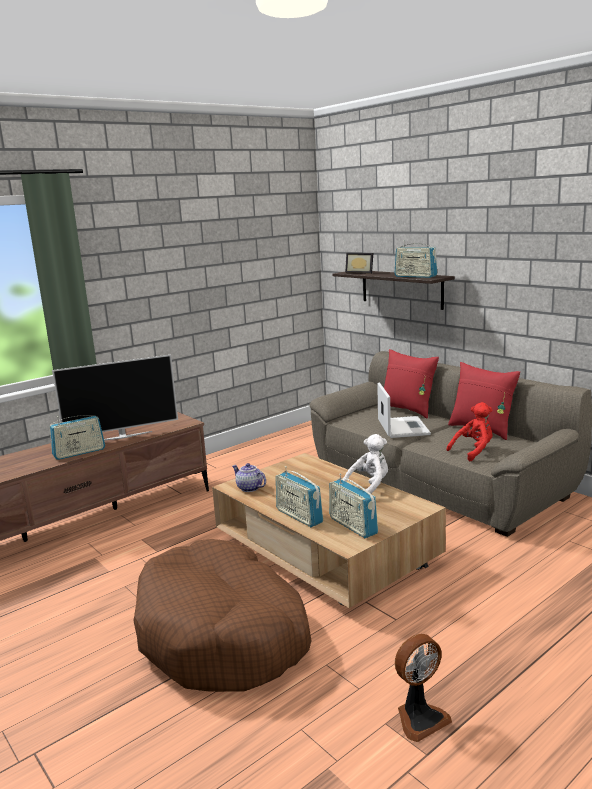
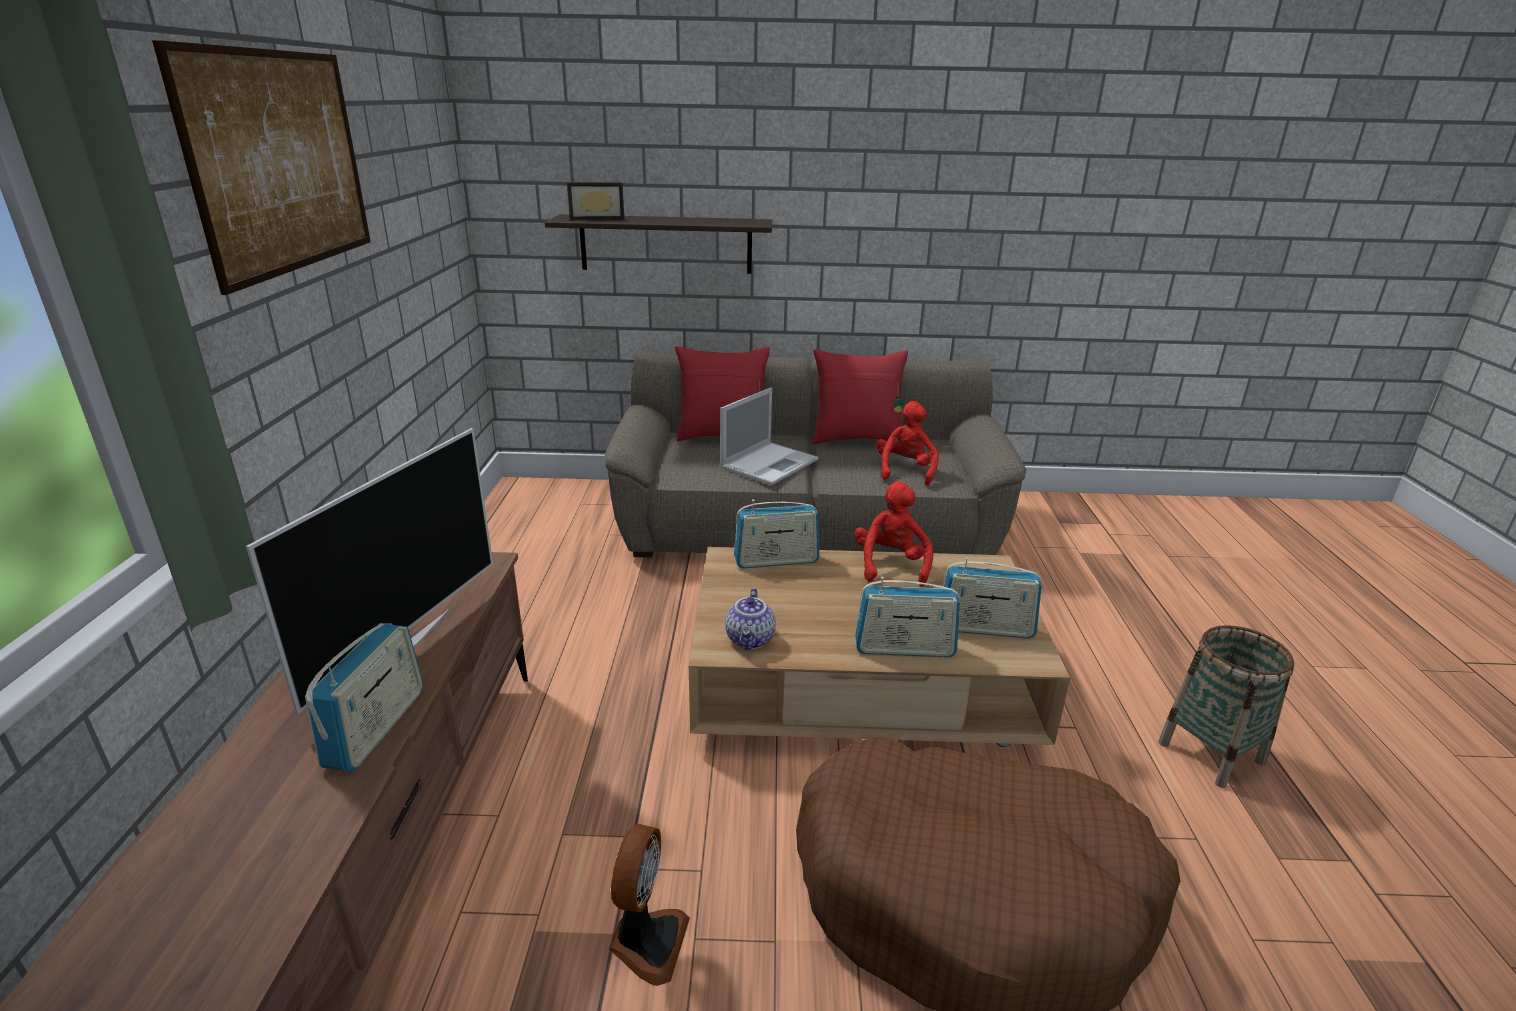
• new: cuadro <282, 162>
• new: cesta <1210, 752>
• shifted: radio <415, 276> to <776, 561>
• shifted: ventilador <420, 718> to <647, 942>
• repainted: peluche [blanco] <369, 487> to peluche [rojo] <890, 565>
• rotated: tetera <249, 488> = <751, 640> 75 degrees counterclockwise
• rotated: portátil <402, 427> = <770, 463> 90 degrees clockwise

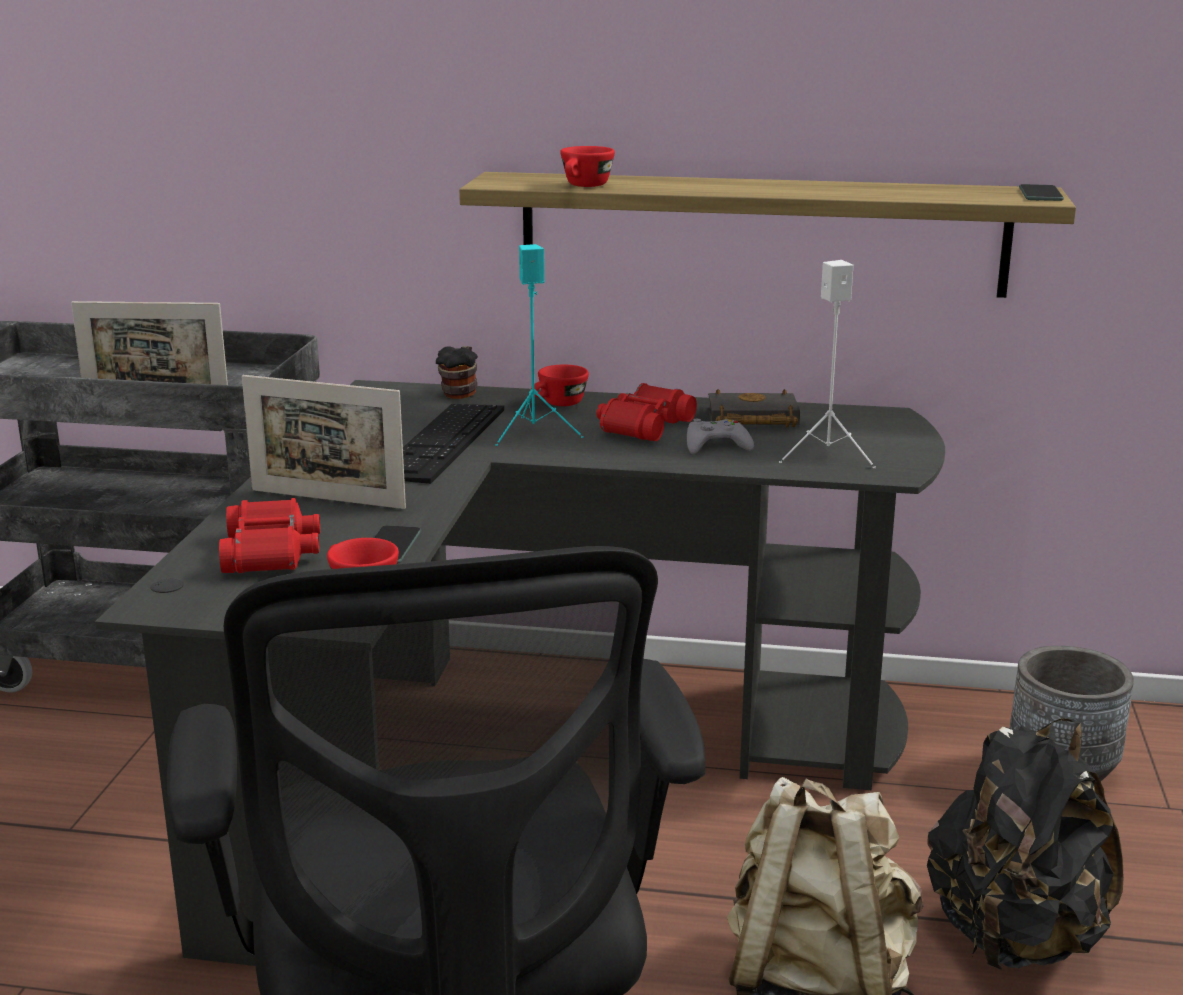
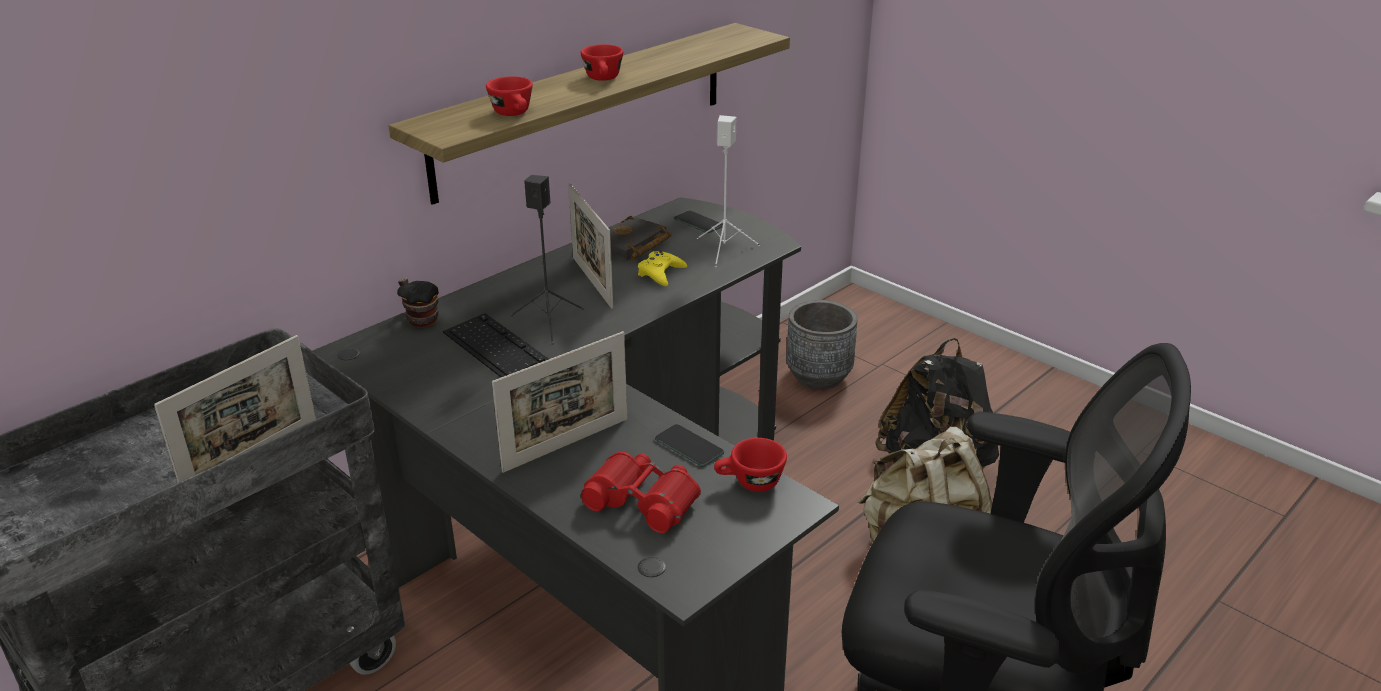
• shifted: taza [rojo] <558, 404> to <604, 79>
• shifted: móvil <1040, 194> to <698, 223>
• swapped: prismáticos [rojo] <642, 426> to portarretratos <592, 282>
• repainted: altavoz [turquesa] <535, 433> to altavoz [negro] <549, 322>
• repainted: mando de consola [gris] <716, 445> to mando de consola [amarillo] <661, 273>

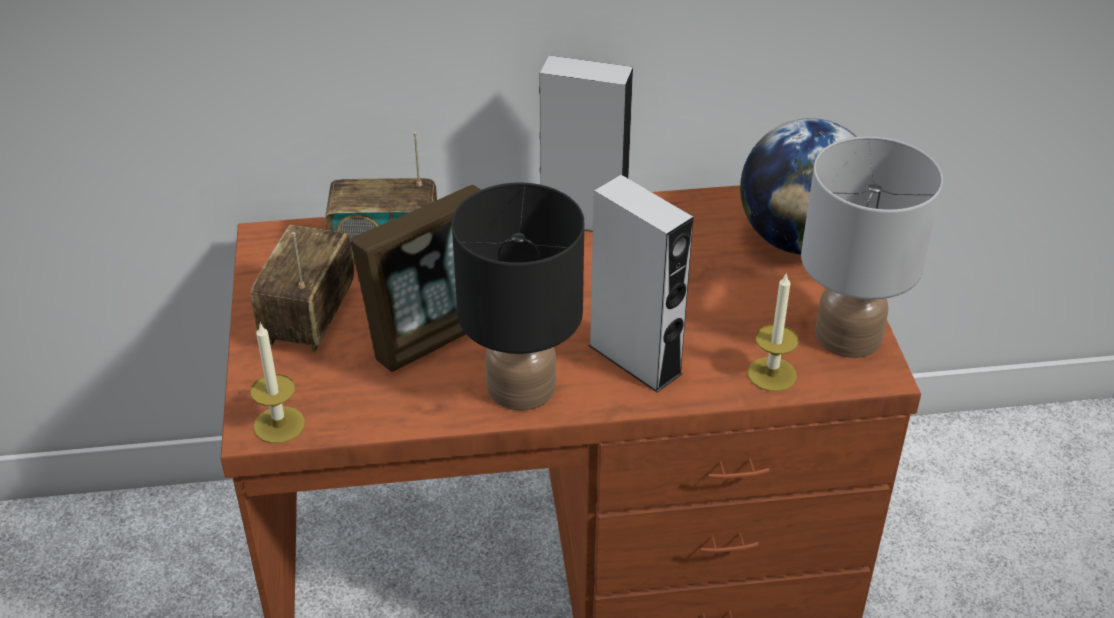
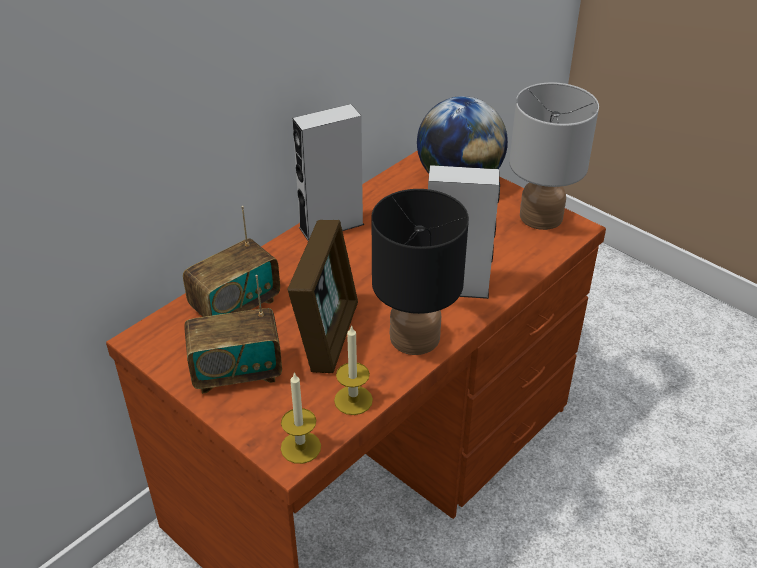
• shifted: vela <772, 374> to <353, 400>
• rotated: radio <310, 319> = <237, 373> 75 degrees counterclockwise

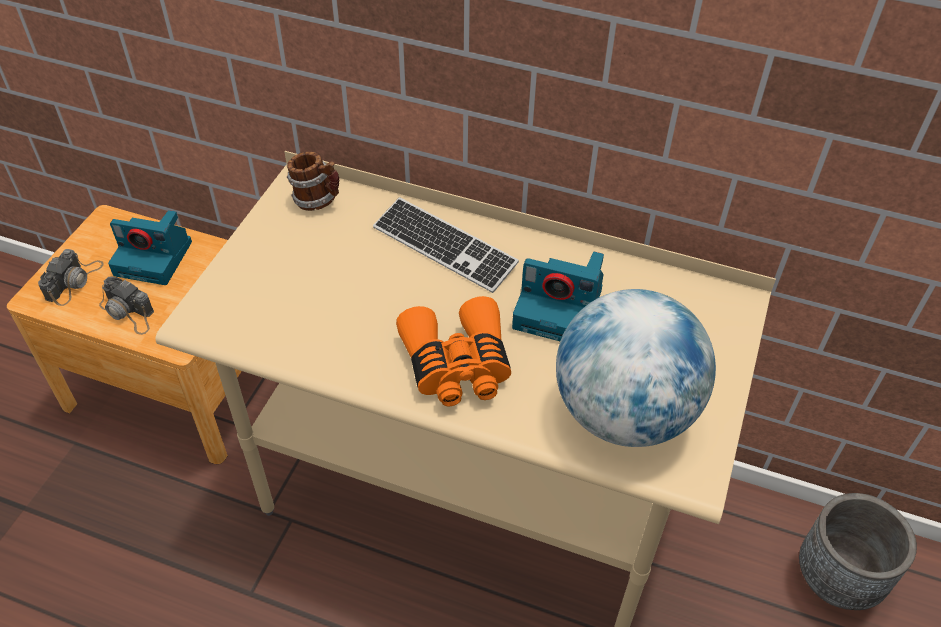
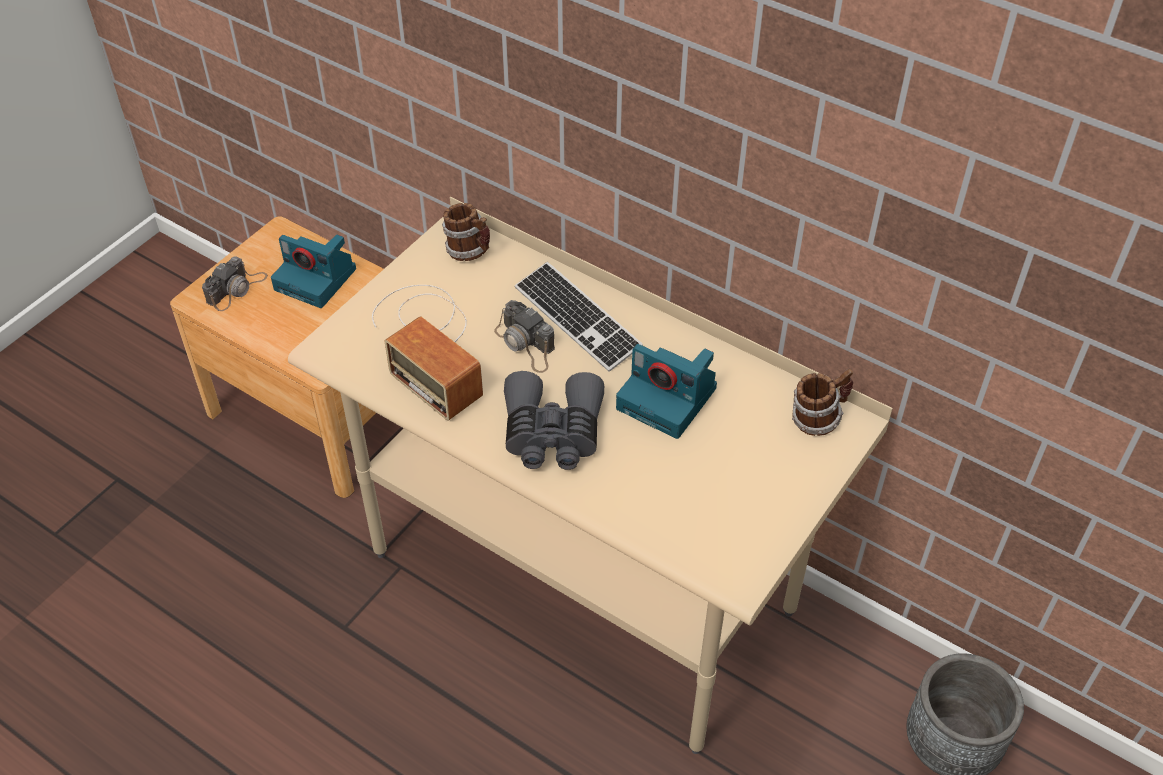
• gone: globo terráqueo <624, 413>
• new: radio <430, 345>
• new: taza grande <817, 419>
• shifted: cámara <128, 312> to <526, 344>
• repainted: prismáticos [naranja] <457, 365> to prismáticos [gris] <552, 434>

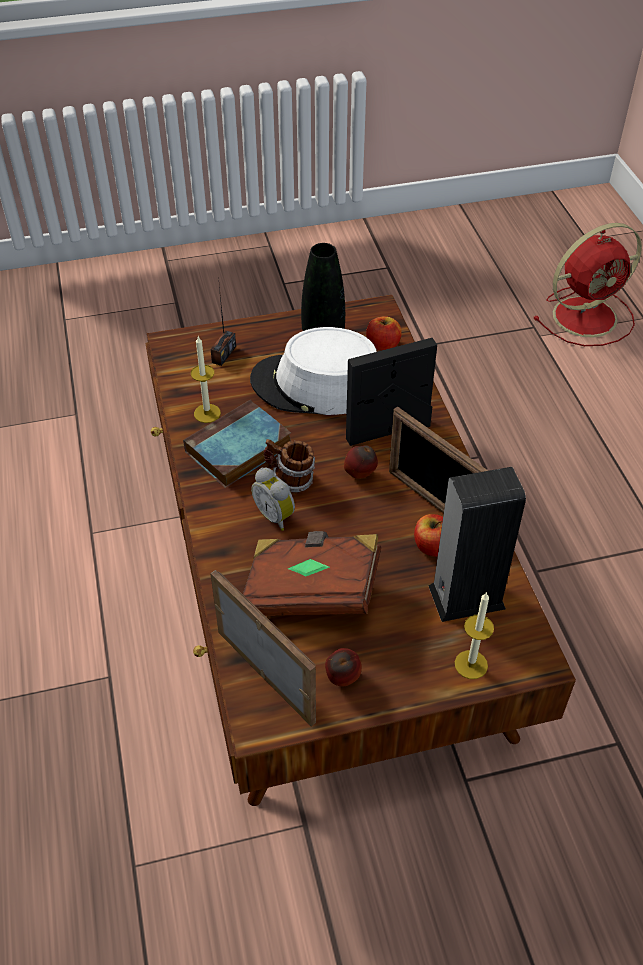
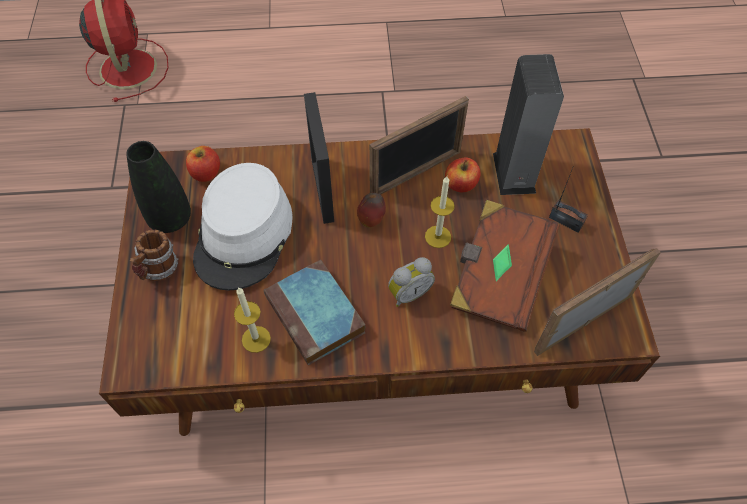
• gone: manzana <342, 679>
• shifted: radio <223, 354> to <565, 221>
• shifted: taza grande <290, 481> to <159, 270>
• shifted: vela <471, 664> to <438, 236>

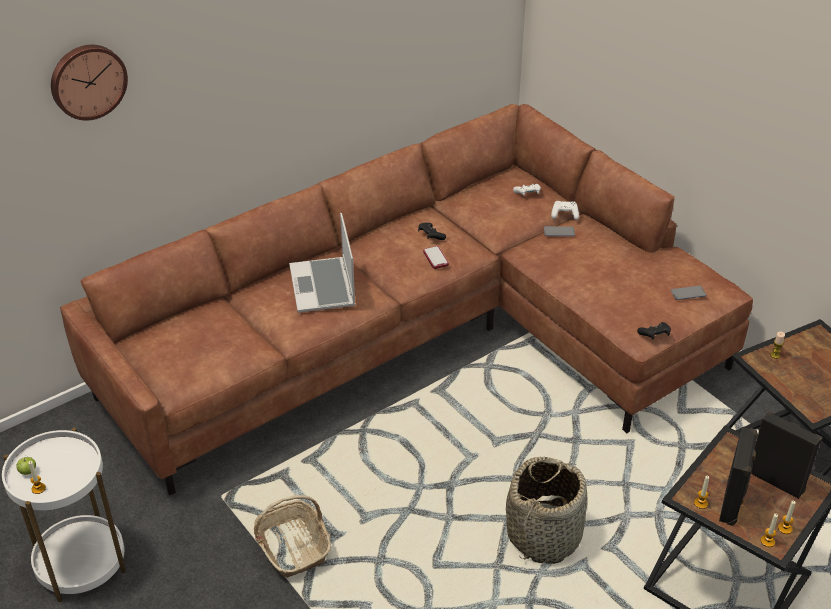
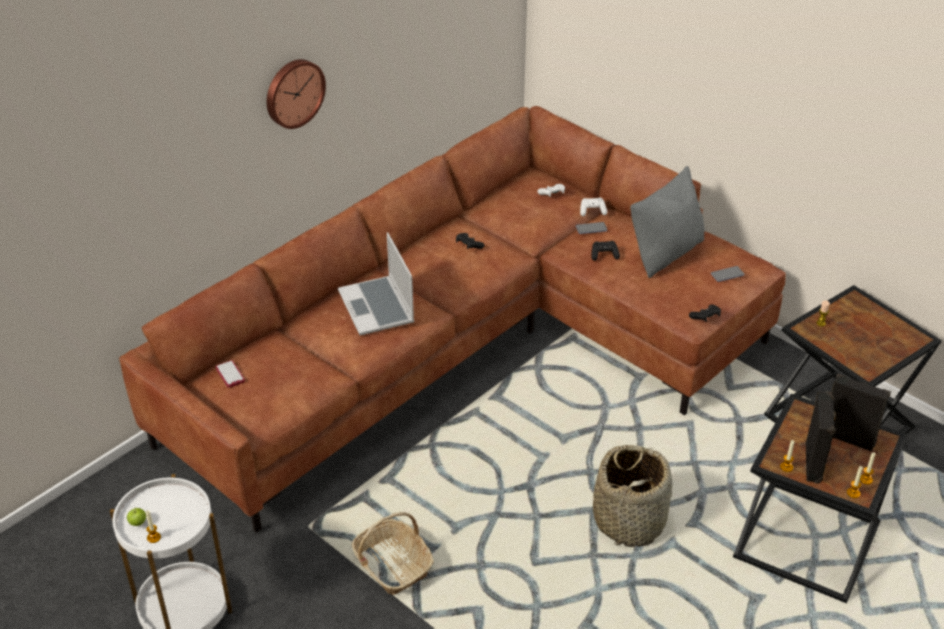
• new: mando de consola [negro] <604, 255>
• new: cojín [gris] <666, 253>
• shifted: reloj de pared <87, 81> to <293, 92>
• shifted: móvil <435, 258> to <230, 375>

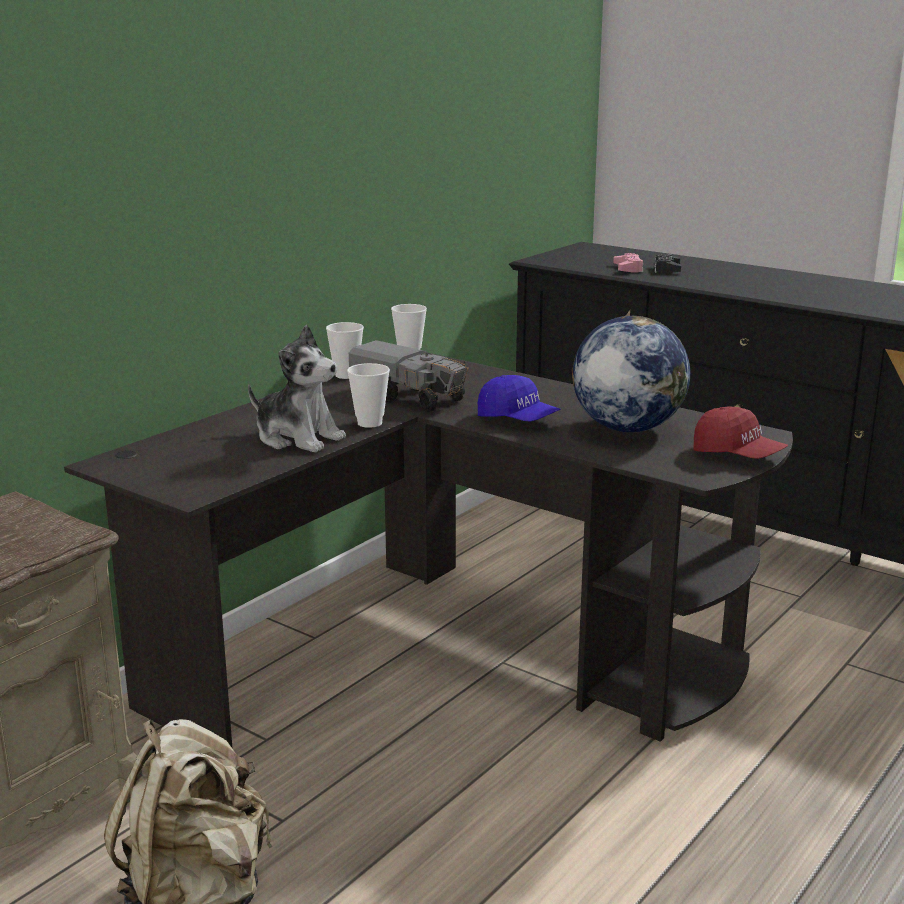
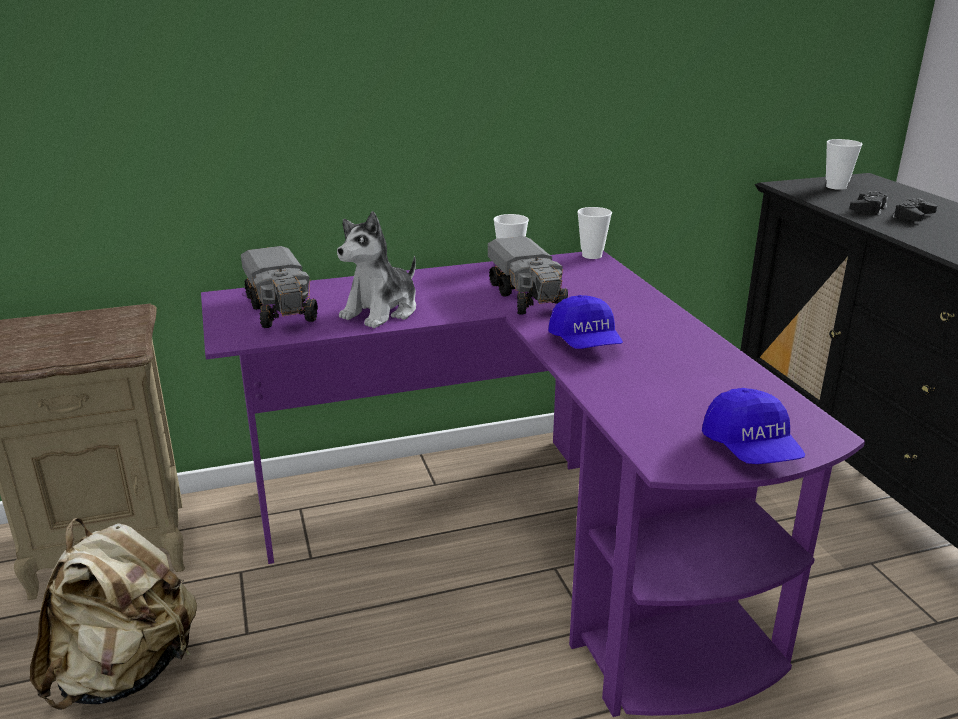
• gone: globo terráqueo <627, 428>
• new: camión de juguete <281, 308>
• shifted: taza <369, 423> to <836, 187>
• repainted: escritorio [negro] <442, 650> to escritorio [morado] <516, 535>
• repainted: mando de consola [rosa] <628, 269> to mando de consola [negro] <868, 209>
• repainted: gorra [rojo] <737, 455> to gorra [azul] <751, 450>
• rotated: peluche <298, 438> = <381, 311> 60 degrees clockwise

